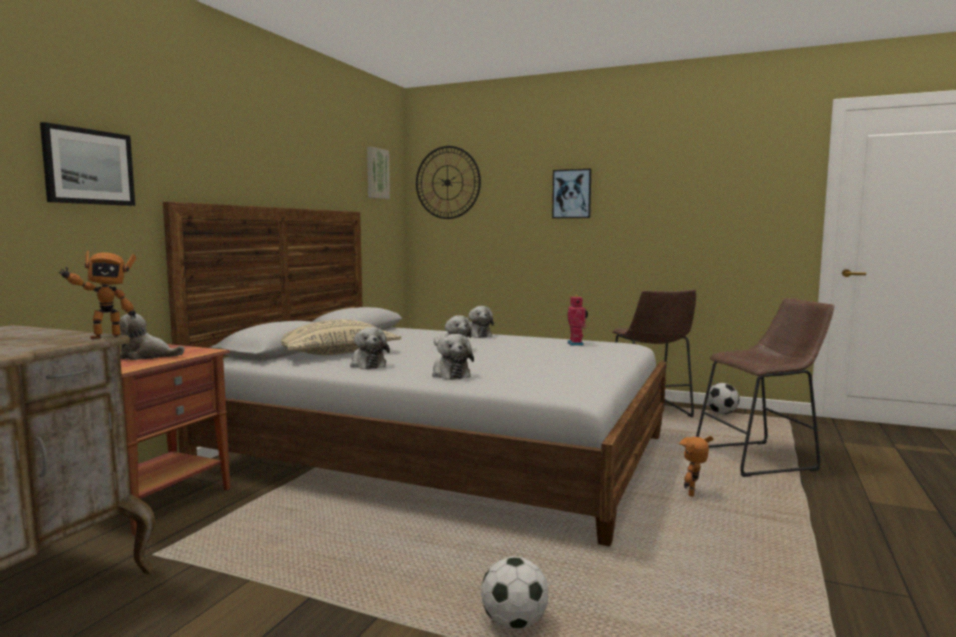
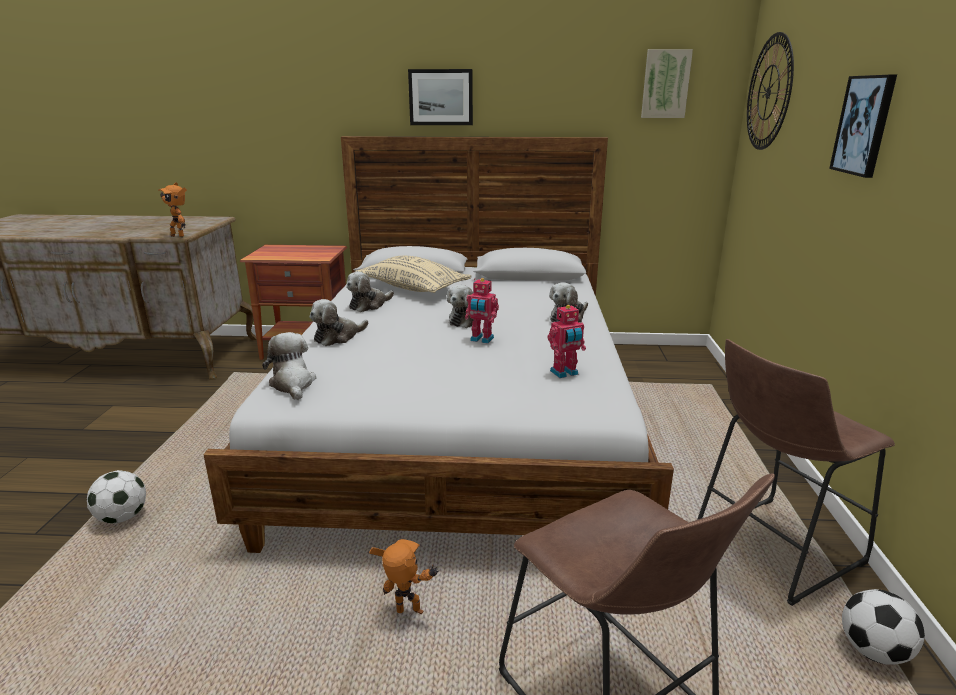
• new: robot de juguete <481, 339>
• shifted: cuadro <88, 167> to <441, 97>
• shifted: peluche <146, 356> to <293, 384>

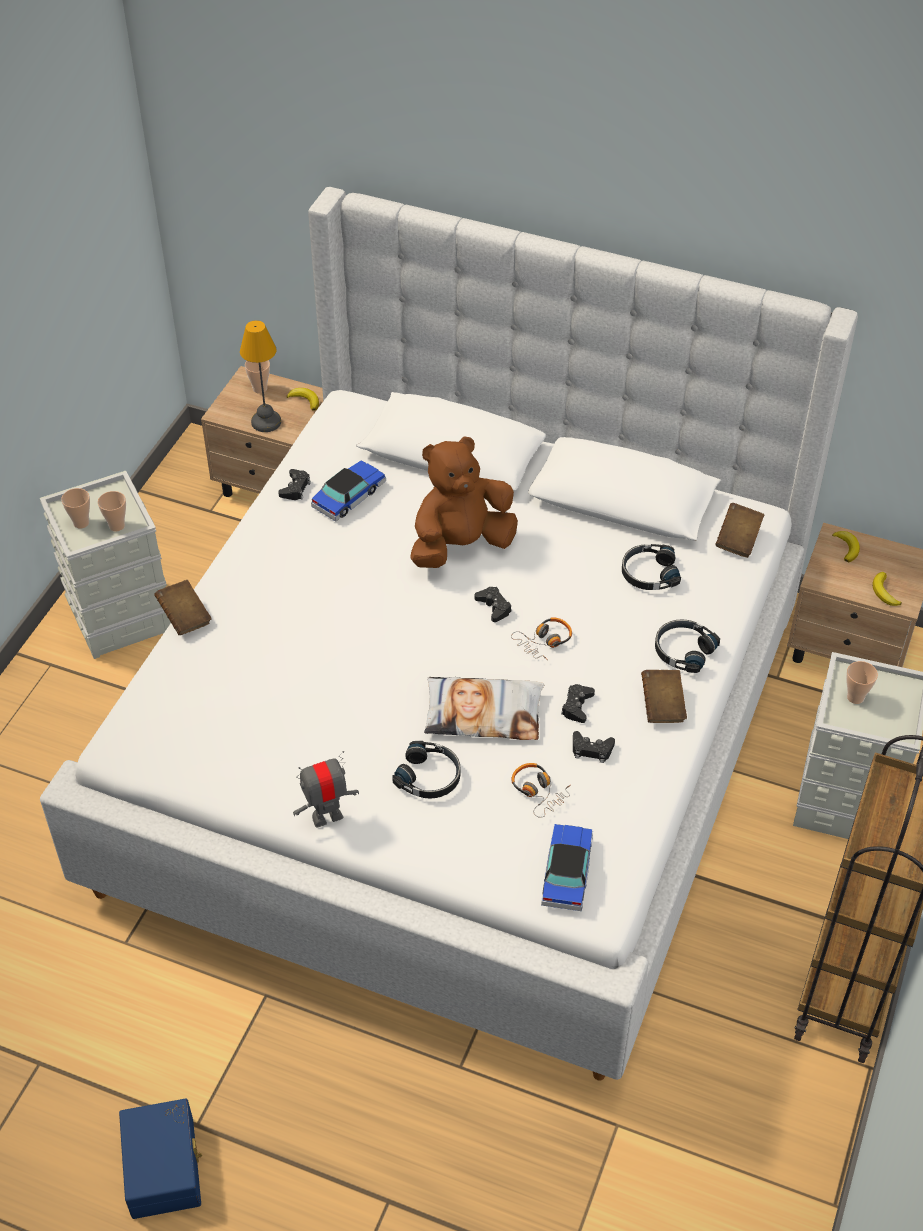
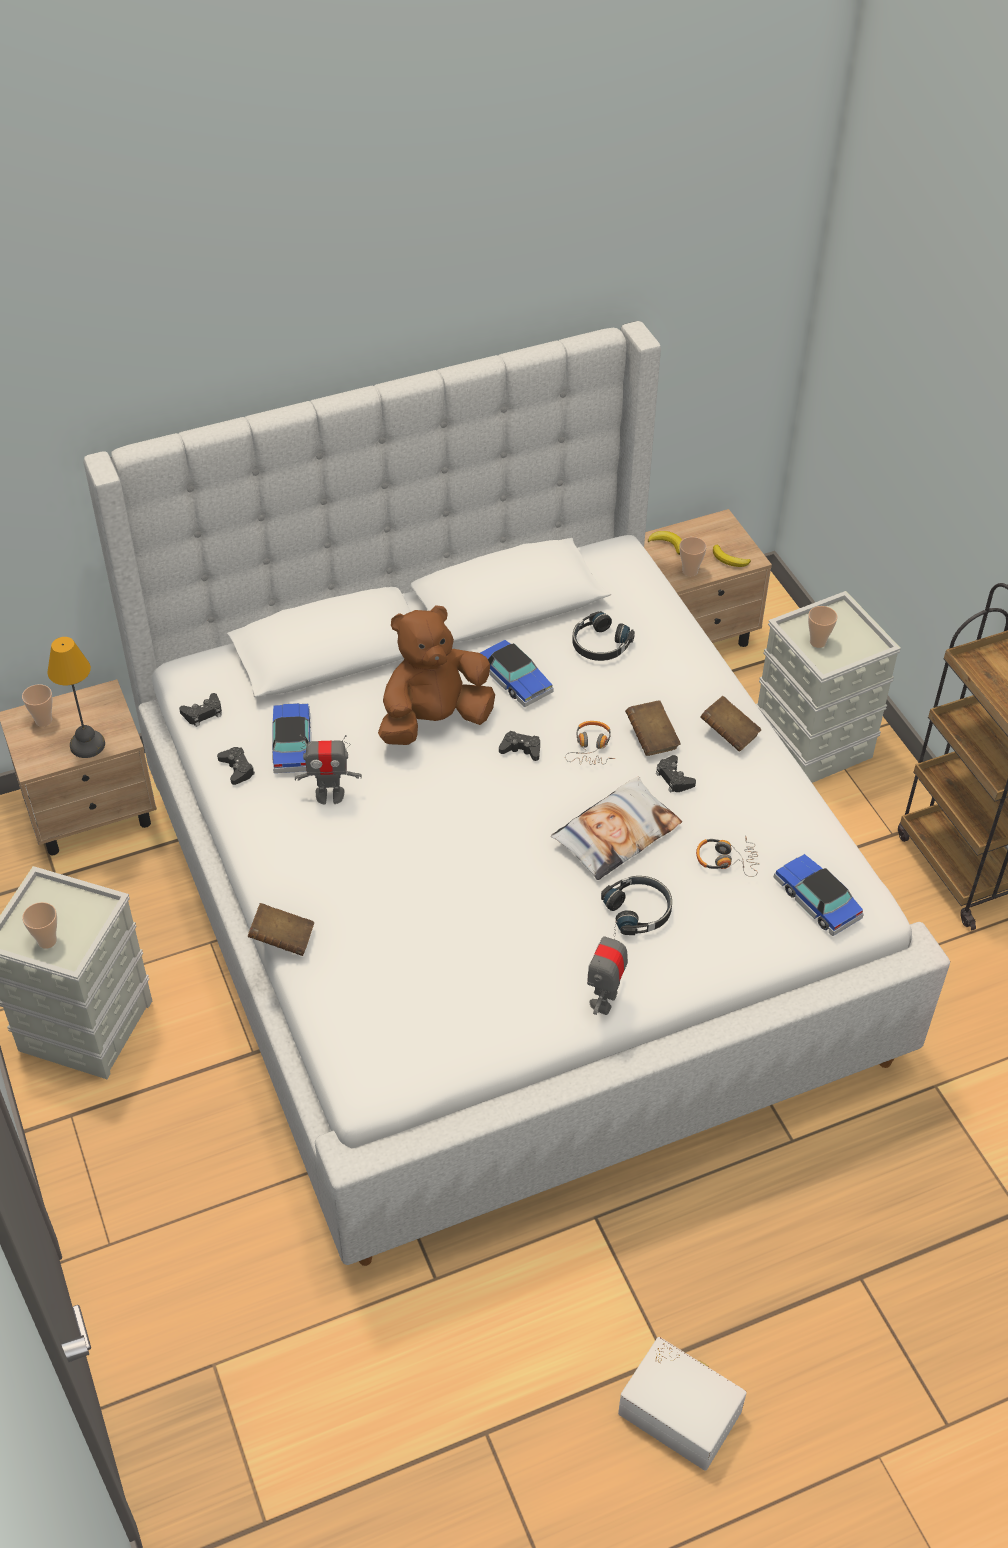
• gone: plátano <305, 400>
• gone: auriculares [negro] <683, 650>
• new: robot de juguete <329, 795>
• new: coche de juguete <514, 679>
• shifted: taza <117, 526> to <690, 571>
• shifted: mando de consola [negro] <591, 750> to <203, 713>
• shifted: libro [marrón] <738, 539> to <651, 738>
• repainted: caja de almacenaje [azul] <165, 1166> to caja de almacenaje [blanco] <681, 1409>
• rotated: peluche [marrón] <460, 545> = <434, 720> 45 degrees clockwise

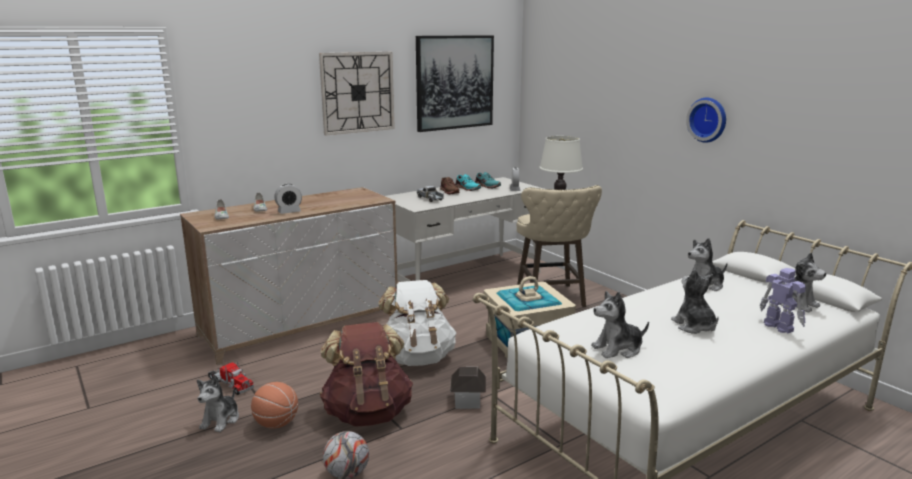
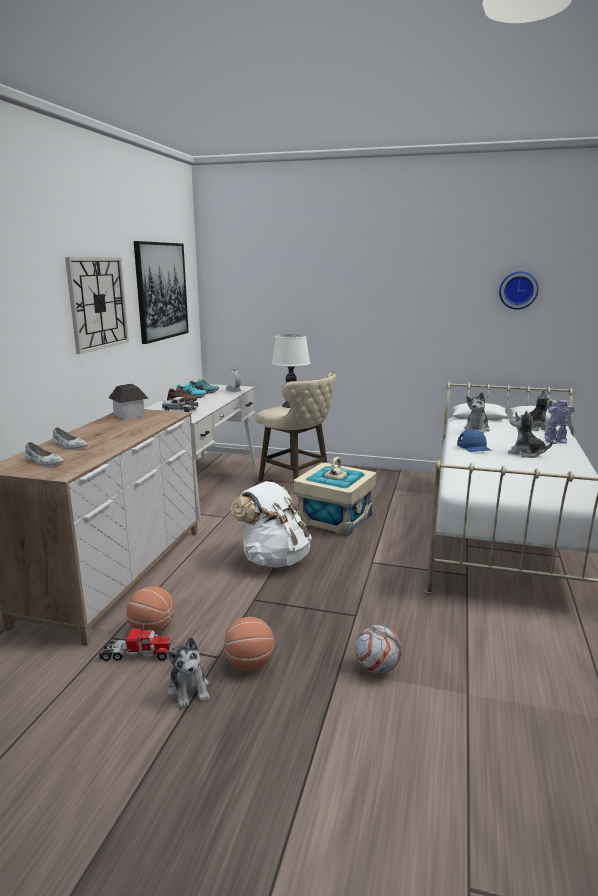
• gone: despertador <289, 212>
• gone: mochila [marrón] <368, 413>
• gone: peluche <618, 349>
• new: balón de baloncesto <152, 629>
• new: gorra [azul] <474, 447>
• shifted: casita <468, 401> to <129, 415>
• shifted: reloj de pared <708, 119> to <518, 290>
• rotated: robot de juguete <778, 326> = <556, 441> 150 degrees clockwise

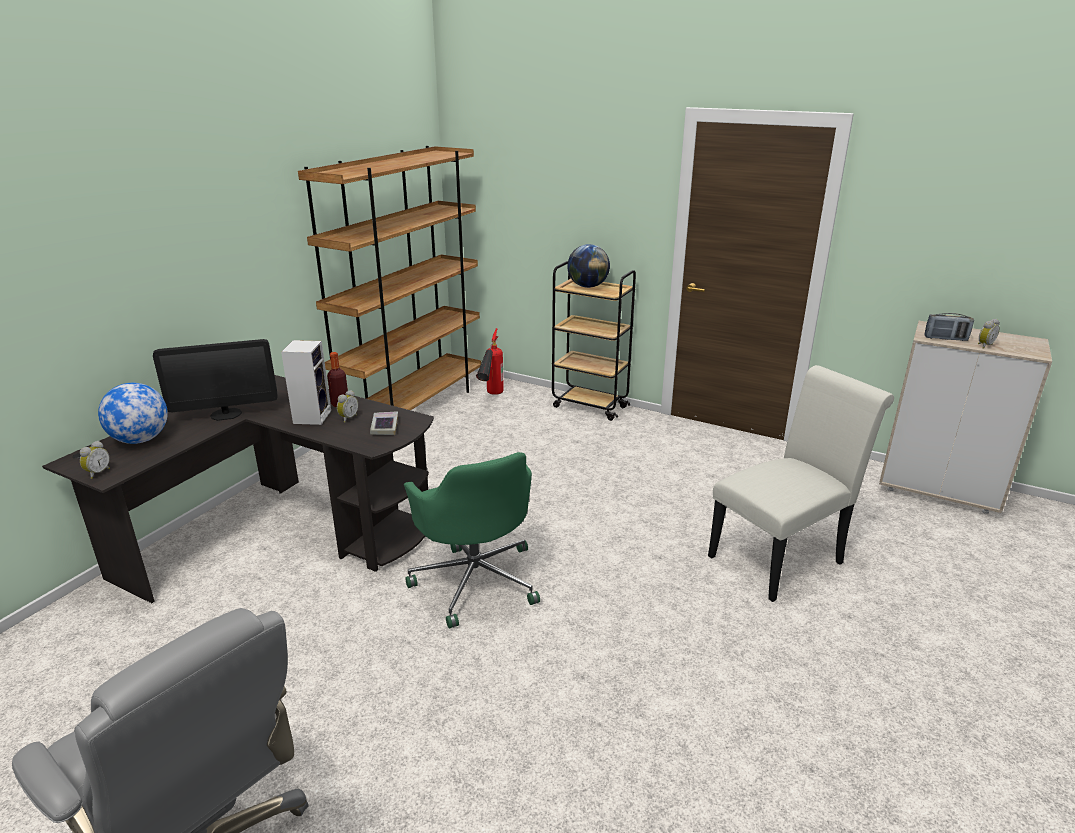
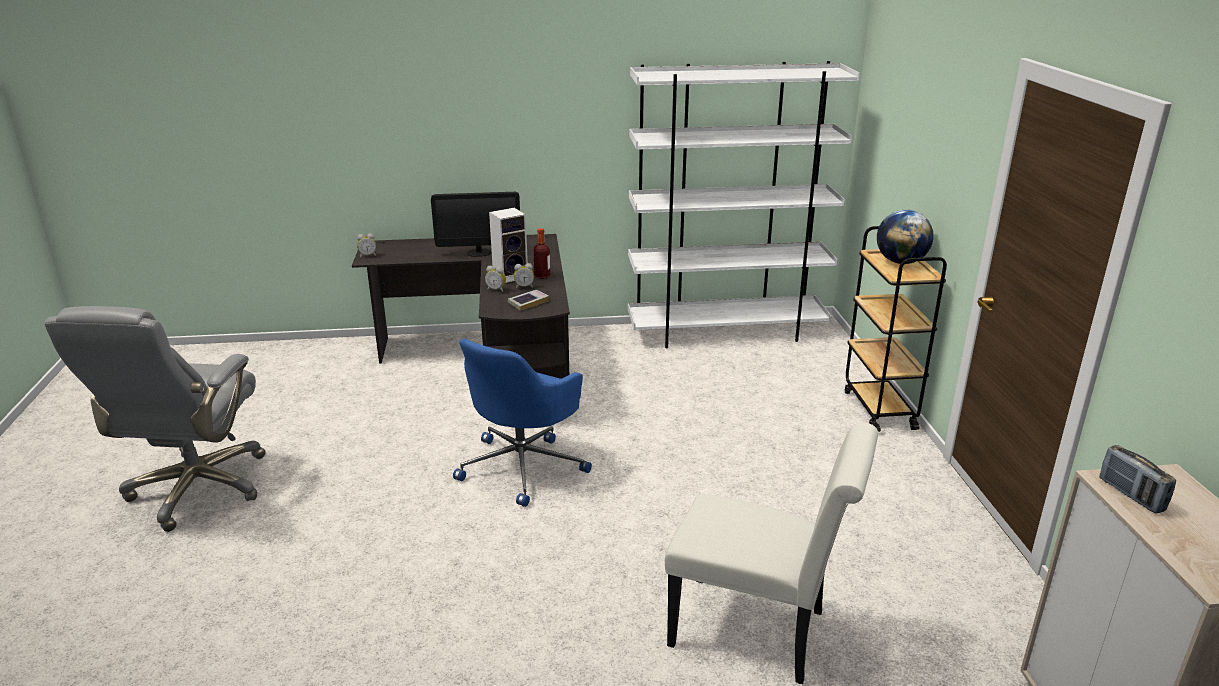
• gone: globo terráqueo <140, 440>
• gone: extintor <491, 397>
• shifted: despertador <984, 345> to <496, 290>
• repainted: estantería [marrón] <414, 409> to estantería [blanco] <726, 333>
• repainted: silla de oficina [verde] <476, 579> to silla de oficina [azul] <523, 466>
• rotated: monitor <226, 414> = <479, 252> 45 degrees counterclockwise

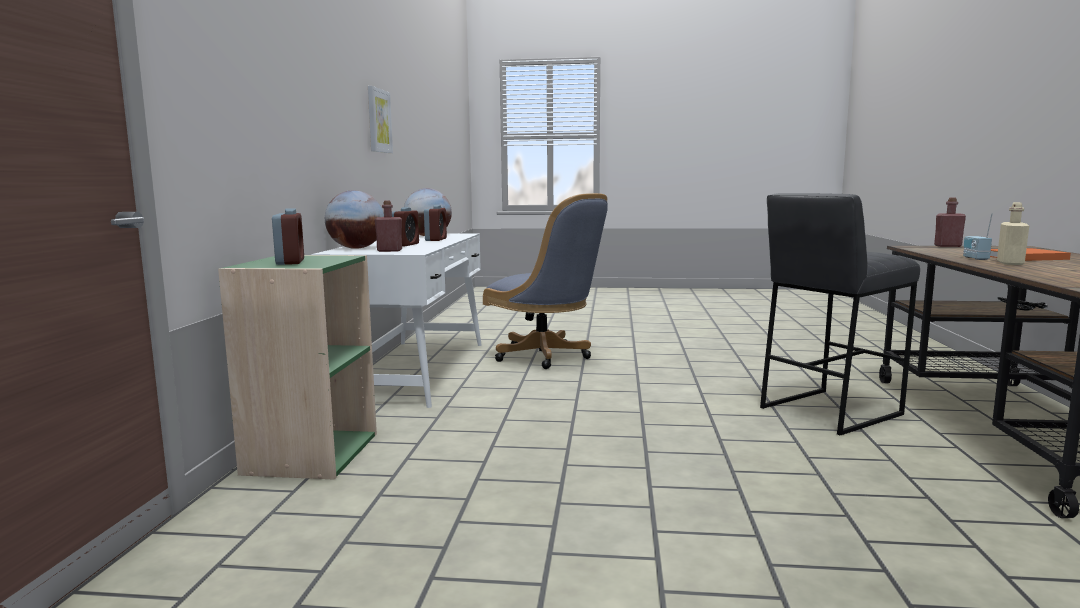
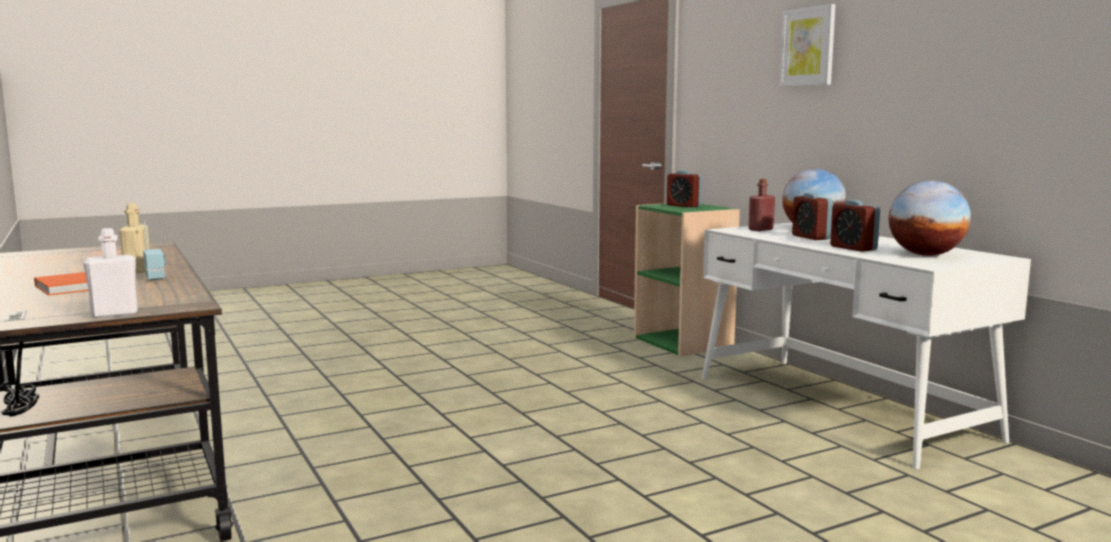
• gone: silla de oficina [azul] <548, 358>
• gone: taburete [gris] <829, 411>
• shifted: cuadro <378, 121> to <808, 47>
• repainted: botella [rojo] <947, 246> to botella [blanco] <115, 314>

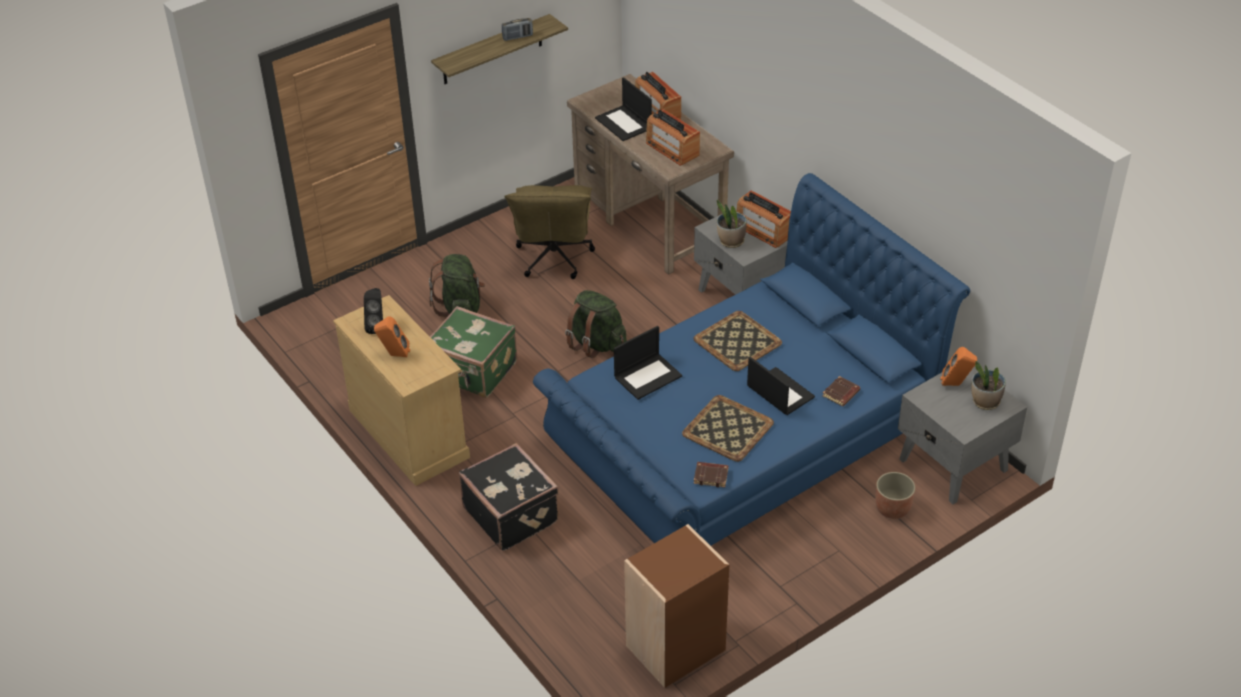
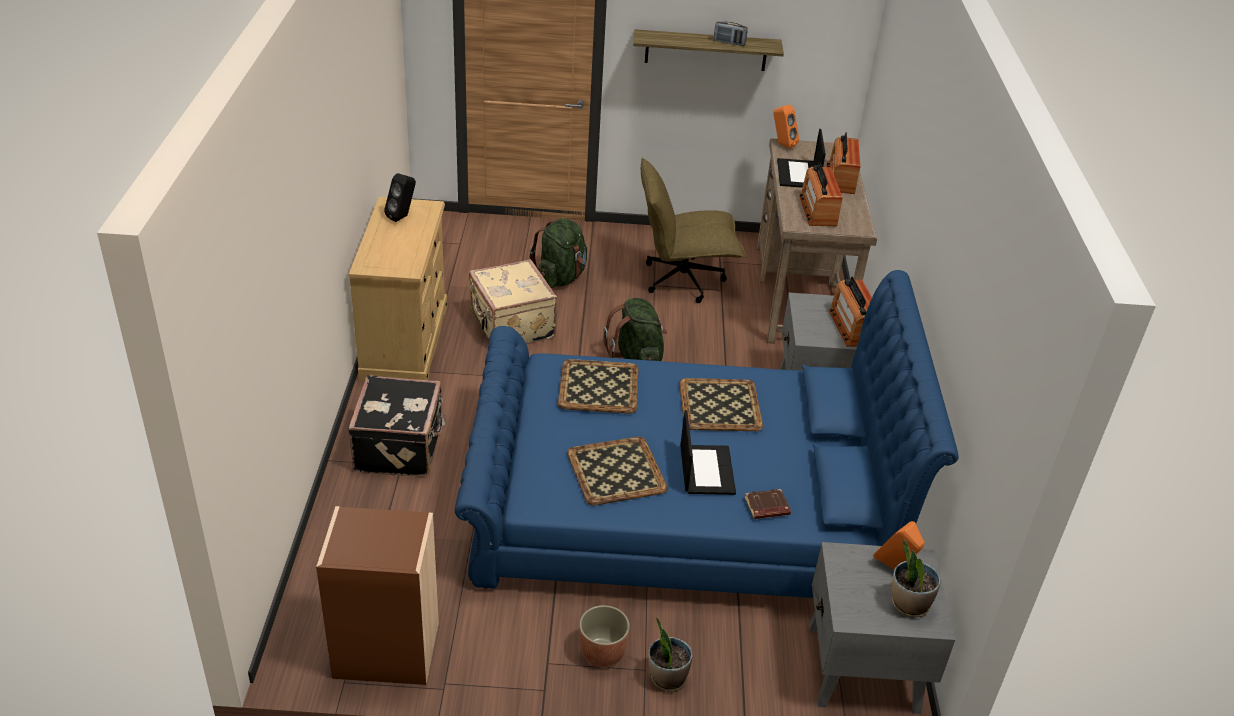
• gone: libro [marrón] <711, 476>
• shifted: altavoz [naranja] <394, 355> to <782, 145>
• shifted: planta en maceta <731, 241> to <667, 678>
• shifted: maceta <892, 508> to <602, 653>
• swapped: portátil <648, 376> to bandeja <599, 386>
• repainted: maleta [verde] <473, 371> to maleta [beis] <511, 326>
• rotated: silla de oficina [beis] <554, 256> = <684, 280> 45 degrees clockwise

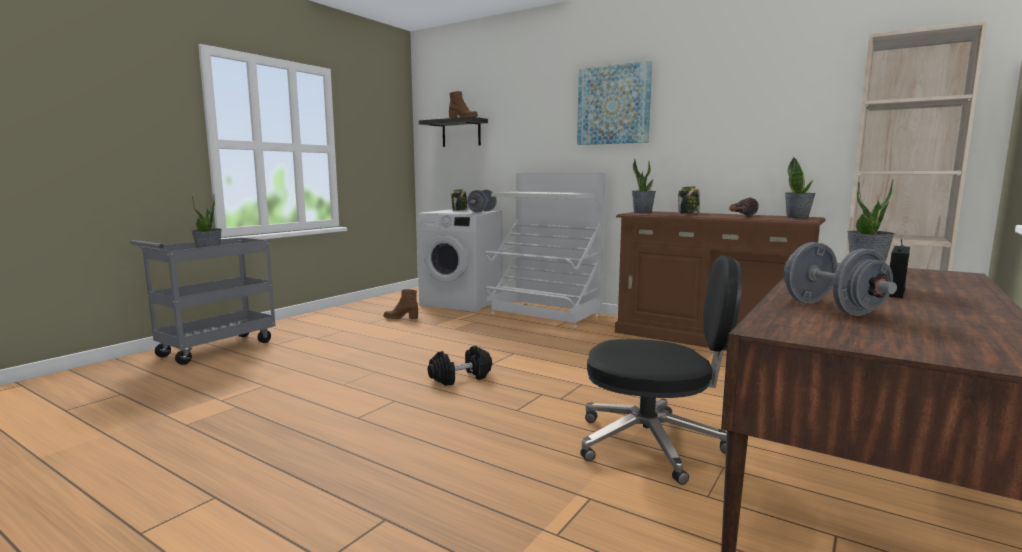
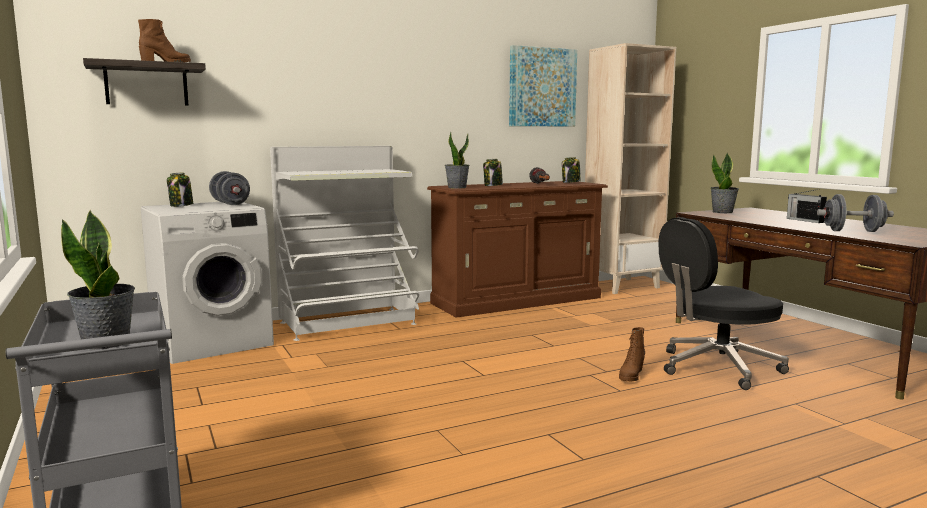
• gone: mancuerna [negro] <460, 378>
• shifted: bota [marrón] <401, 318> to <631, 376>
• shifted: cuadro <613, 105> to <542, 87>
• swapped: planta en maceta <797, 218> to tarro <571, 182>
• rotated: silla de oficina [negro] <653, 444> = <716, 367> 150 degrees counterclockwise

